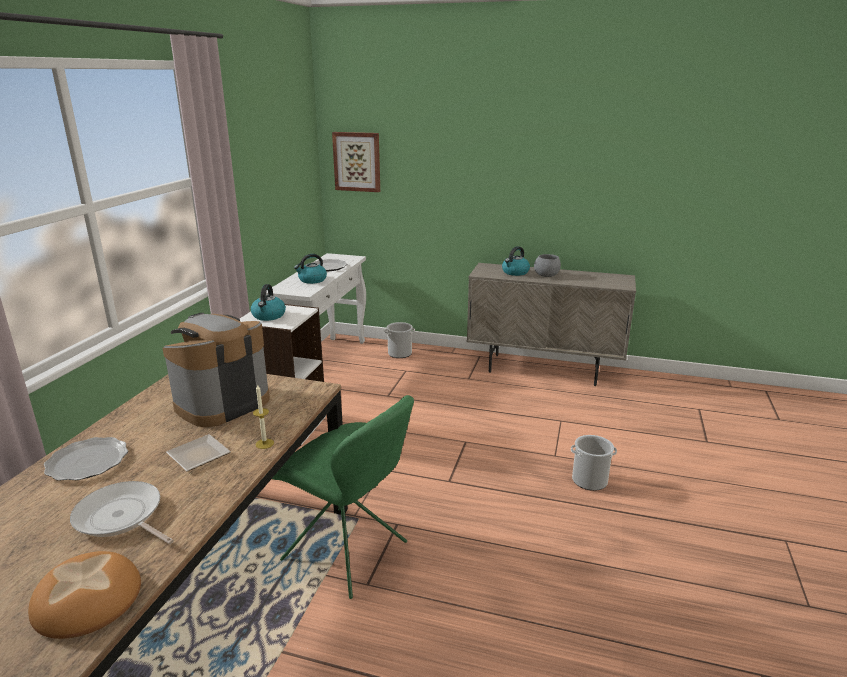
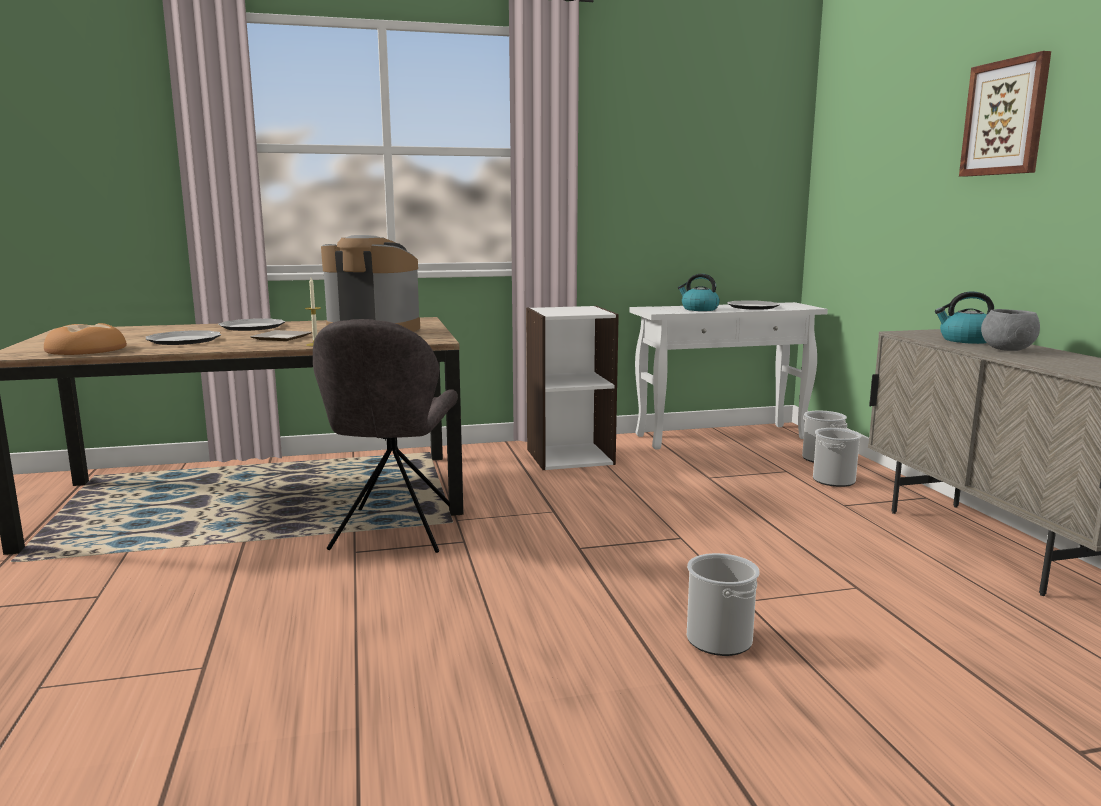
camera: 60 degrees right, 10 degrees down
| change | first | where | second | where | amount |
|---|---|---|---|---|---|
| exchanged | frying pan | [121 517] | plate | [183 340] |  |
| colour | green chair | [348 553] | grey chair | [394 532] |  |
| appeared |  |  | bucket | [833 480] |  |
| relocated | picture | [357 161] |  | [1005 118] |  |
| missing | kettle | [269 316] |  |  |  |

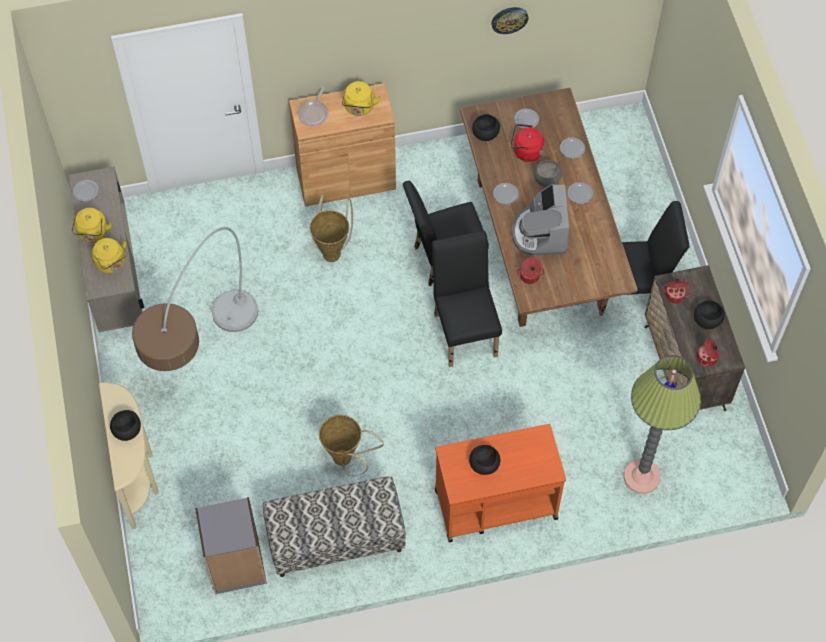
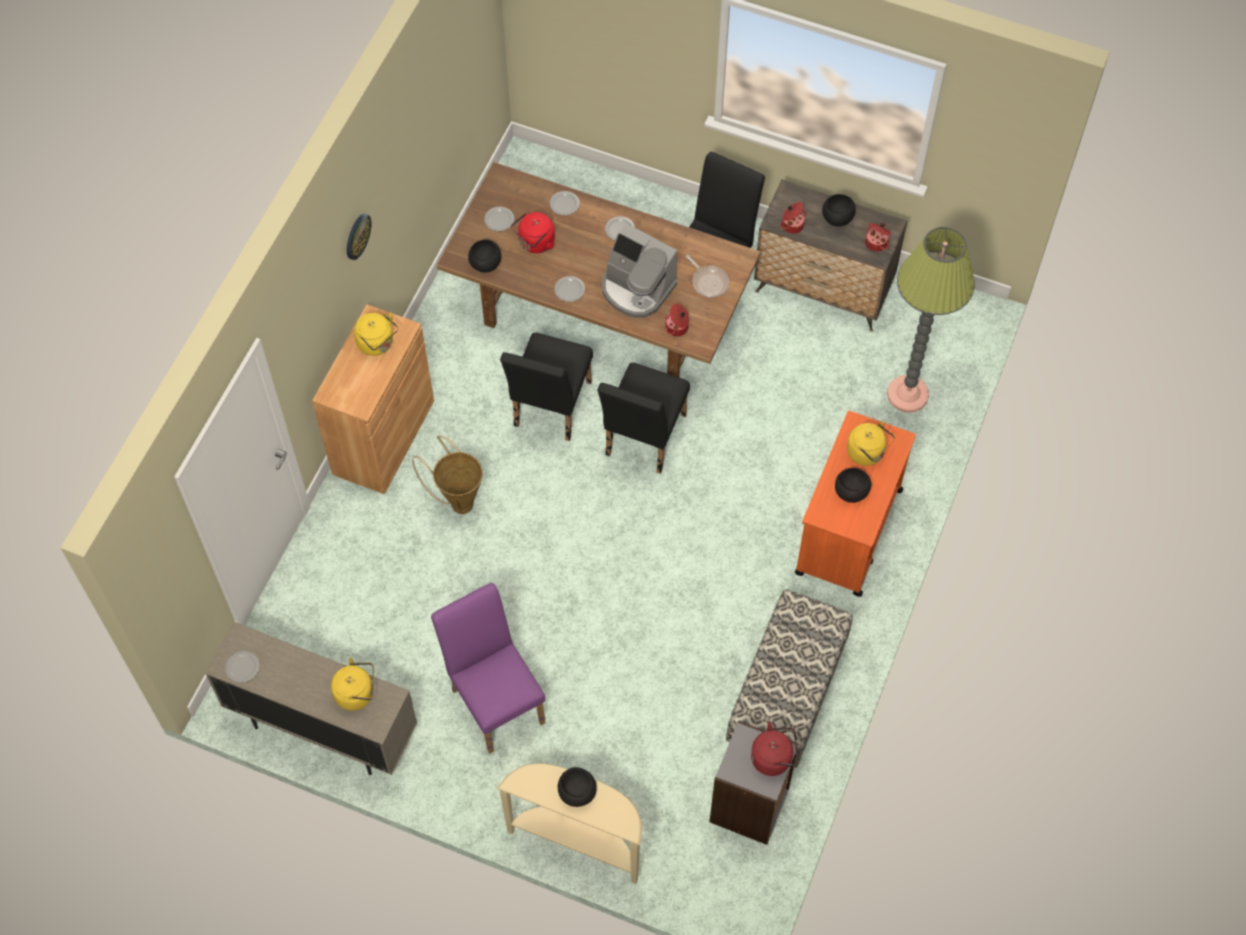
camera: 55 degrees left, 0 degrees up
| change | first | where | second | where | amount |
|---|---|---|---|---|---|
| relocated | wall clock | [509 19] |  | [357 236] |  |
| exchanged | floor lamp | [205 363] | purple chair | [495 699] |  |
| spun | black chair | [465 329] |  | [642 440] | 90 degrees counterclockwise |
| relocated | frying pan | [314 113] |  | [708 282] |  |
| appeared |  |  | red kettle | [774 758] |  |
| relocated | yellow kettle | [93 234] |  | [867 453] |  |
| missing | basket | [346 460] |  |  |  |
| missing | grey bowl | [546 179] |  |  |  |

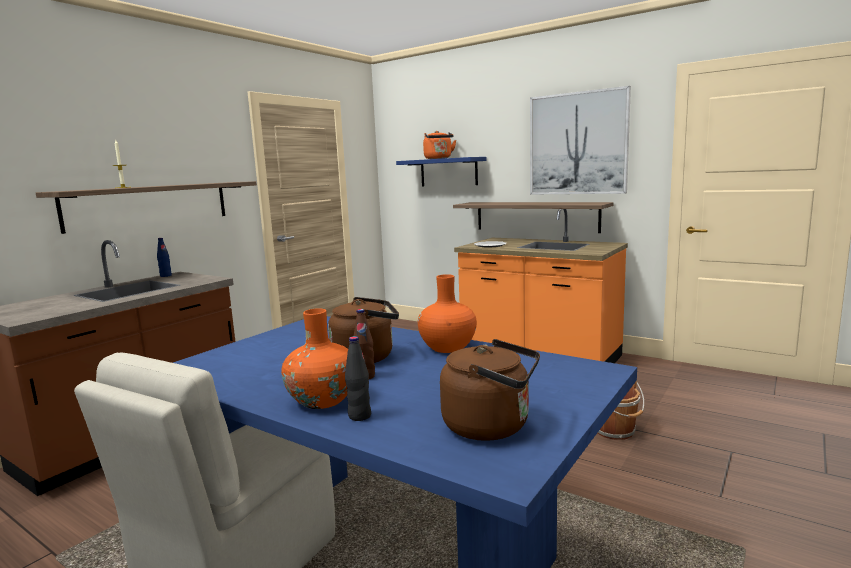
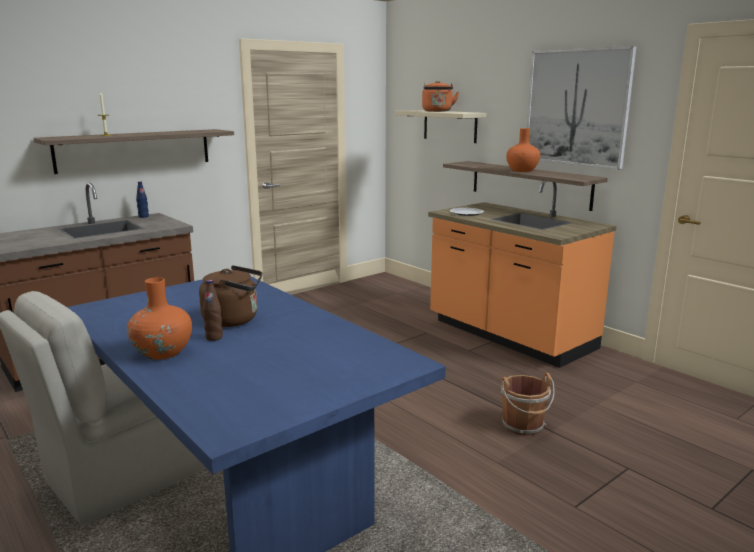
camera: 15 degrees right, 5 degrees up
| change | first | where | second | where | amount |
|---|---|---|---|---|---|
| colour | blue shelf | [448 172] | beige shelf | [450 126] |  |
| relocated | orange vase | [447 347] |  | [522 170] |  |
| missing | black bottle | [359 416] |  |  |  |
| missing | brown kettle | [491 426] |  |  |  |

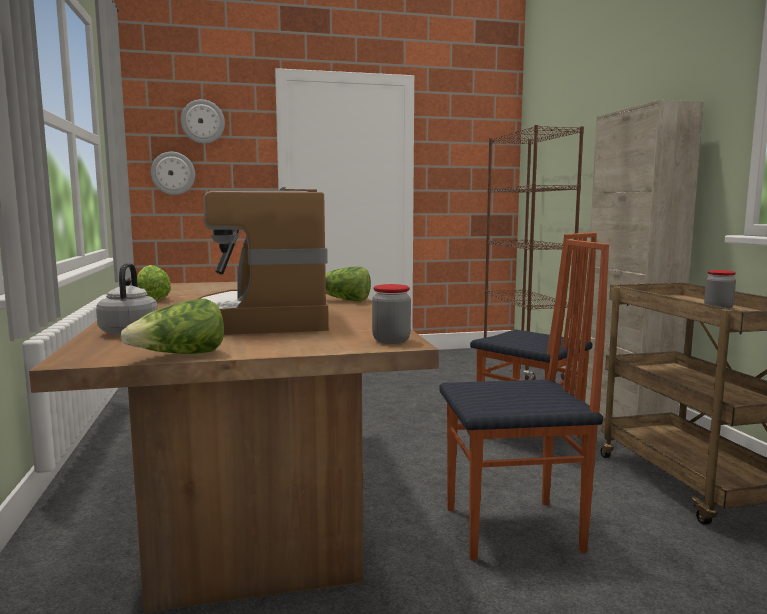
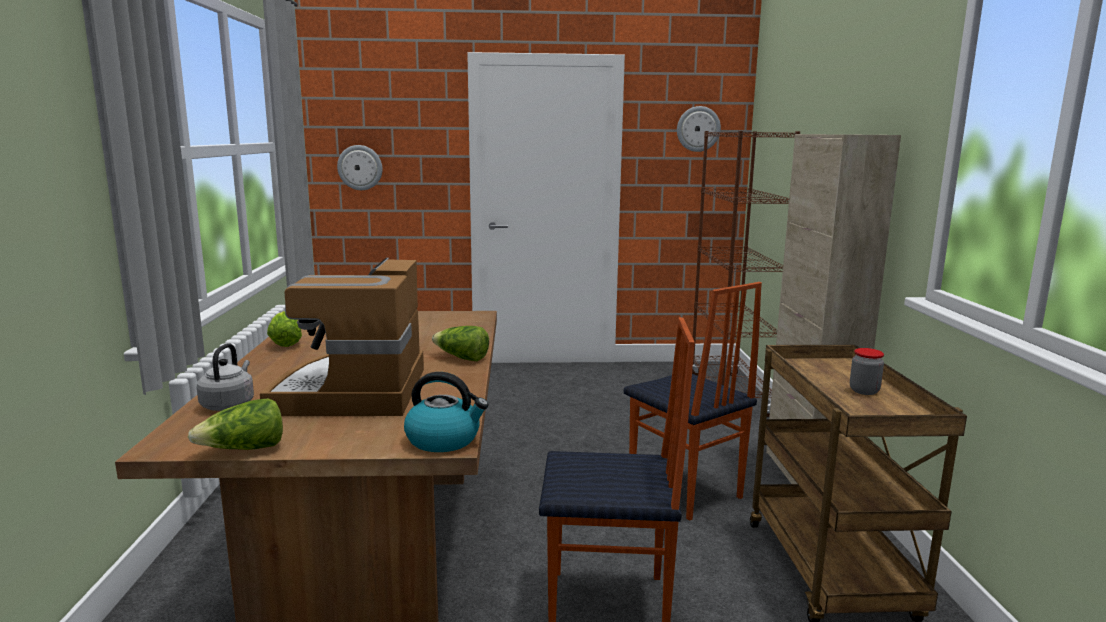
camera: 10 degrees right, 5 degrees up
| change | first | where | second | where | amount |
|---|---|---|---|---|---|
| exchanged | jar | [391 341] | kettle | [444 440] |  |
| relocated | wall clock | [203 121] |  | [698 129] |  |

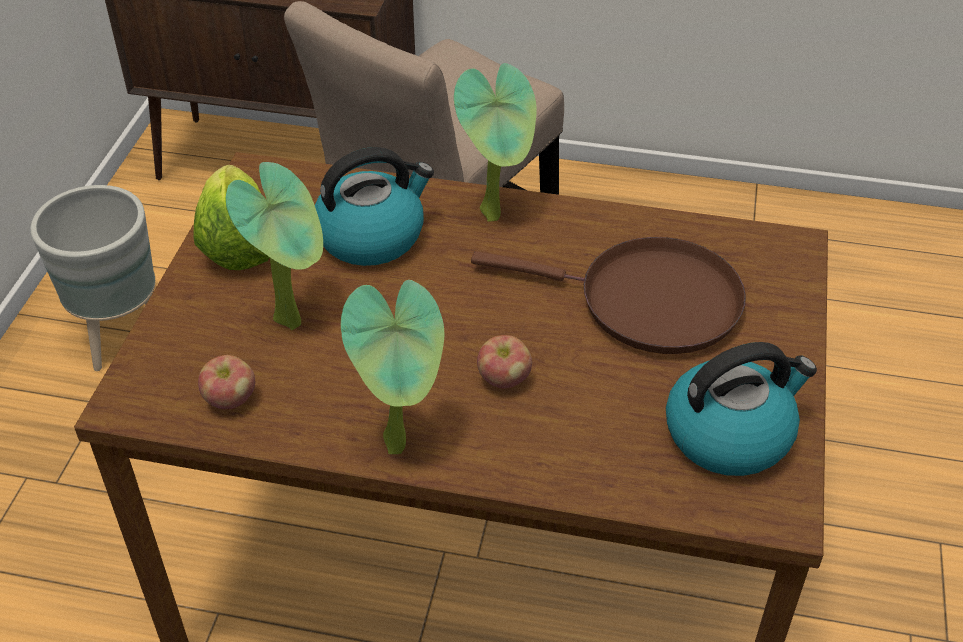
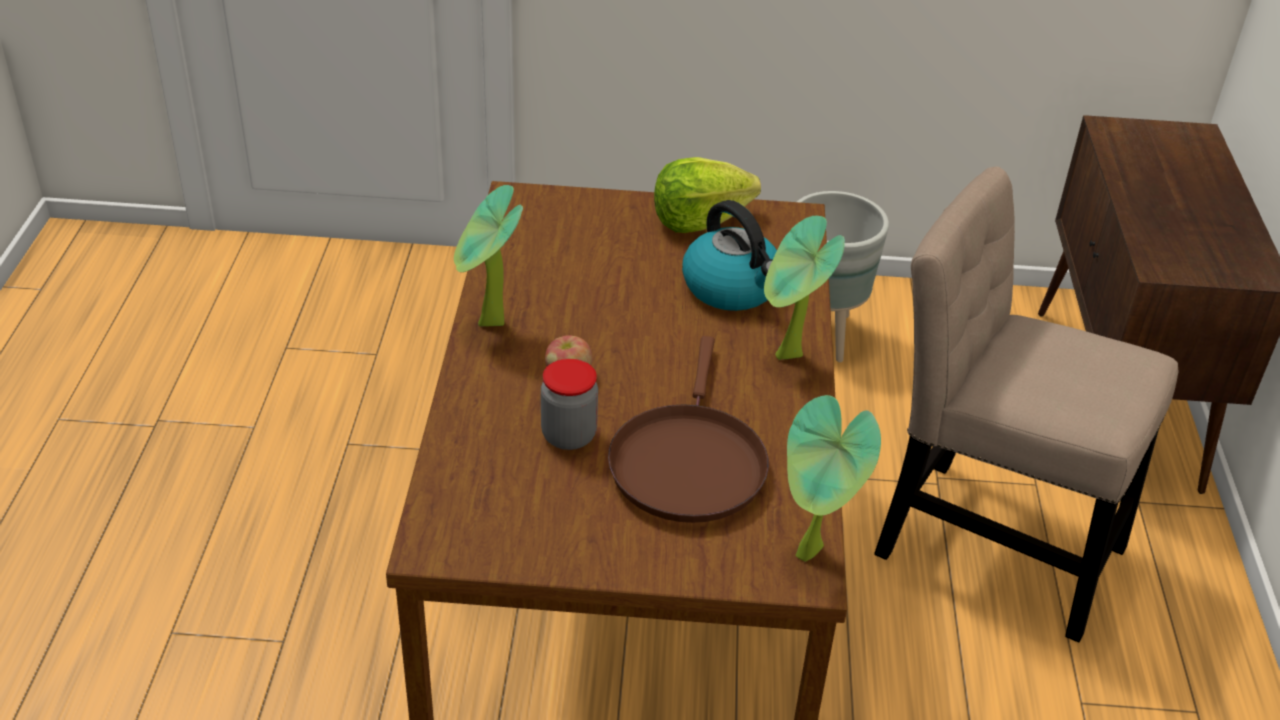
camera: 80 degrees right, 5 degrees down
| change | first | where | second | where | amount |
|---|---|---|---|---|---|
| appeared |  |  | jar | [569 436] |  |
| relocated | potted plant | [294 319] |  | [812 556] |  |
| missing | apple | [230 399] |  |  |  |
| missing | kettle | [730 434] |  |  |  |

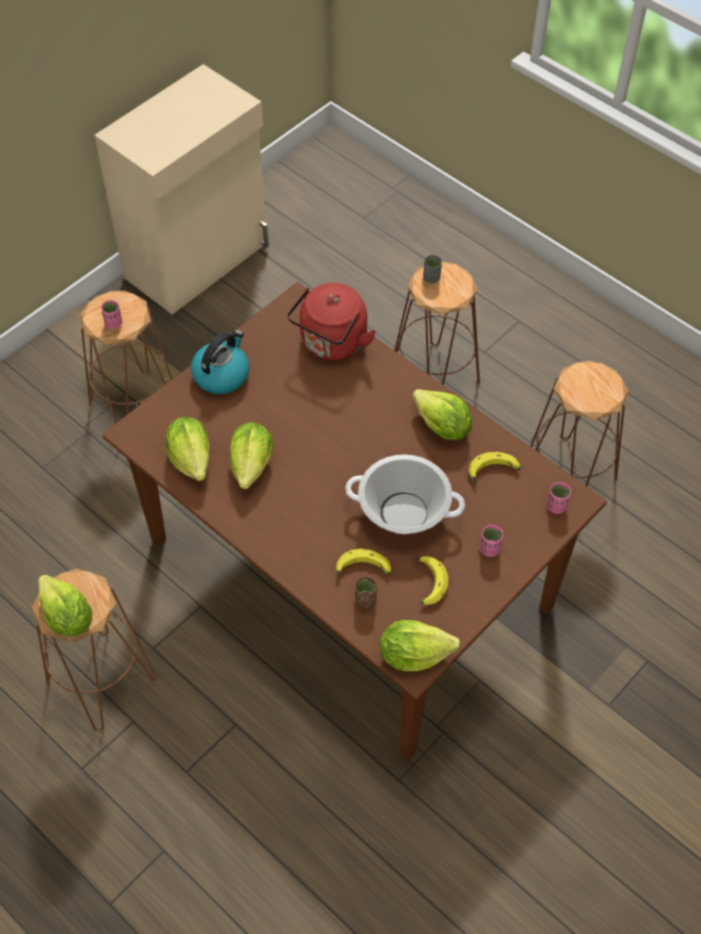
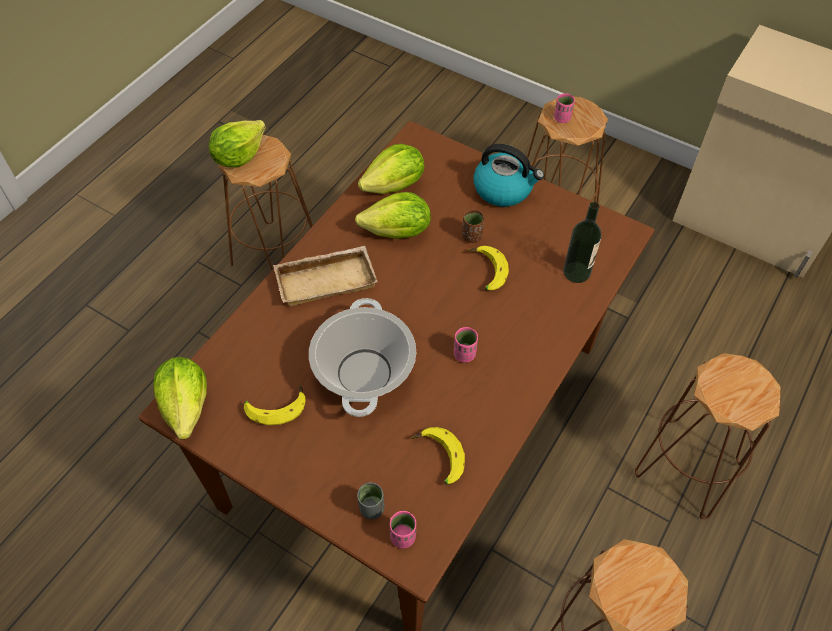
camera: 80 degrees right, 0 degrees up
| change | first | where | second | where | amount |
|---|---|---|---|---|---|
| appeared |  |  | beige tray | [327 278] |  |
| relocated | grey cup | [431 278] |  | [371 508] |  |
| relocated | pink cup | [489 549] |  | [464 354] |  |
| relocated | brown cup | [365 600] |  | [472 236] |  |
| relocated | banana | [362 572] |  | [485 272] |  |
| exchanged | red kettle | [331 344] | bottle | [576 272] |  |
| missing | lettuce | [442 427] |  |  |  |

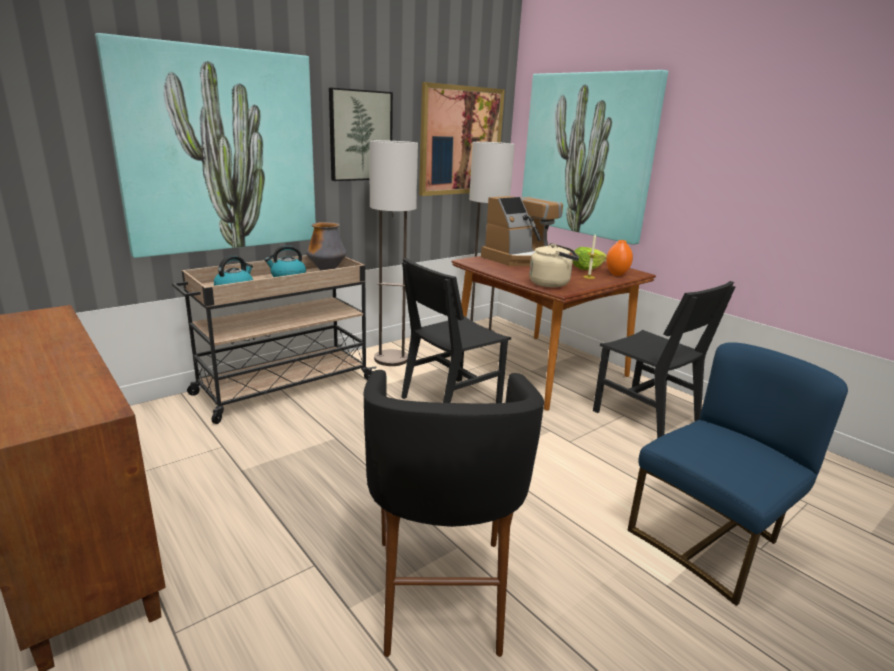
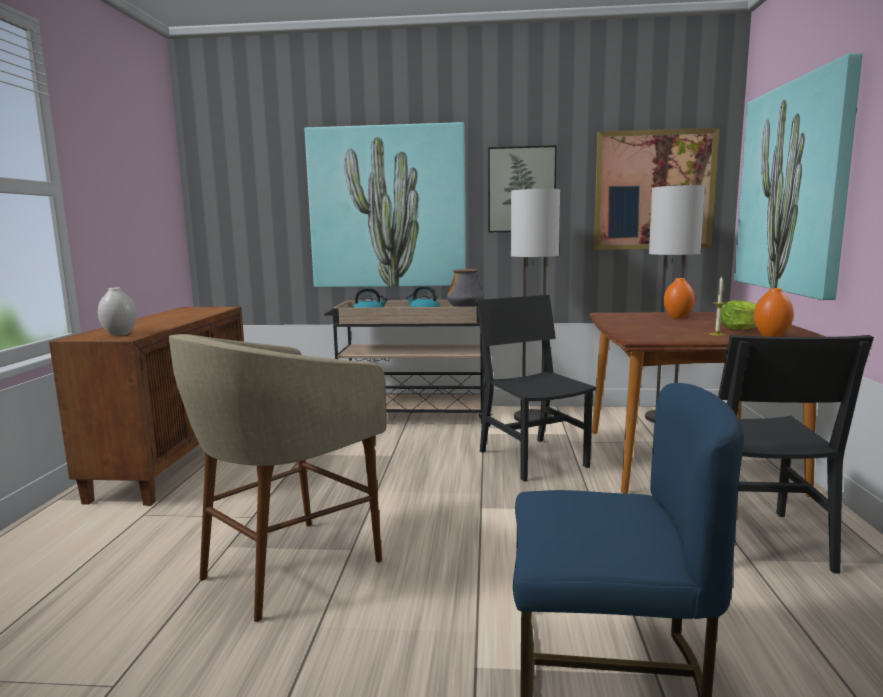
camera: 45 degrees right, 10 degrees down
| change | first | where | second | where | amount |
|---|---|---|---|---|---|
| appeared |  |  | white vase | [120 334] |  |
| colour | black stool | [441 593] | beige stool | [289 568] |  |
| spun | black chair | [451 400] |  | [533 458] | 60 degrees clockwise |
| exchanged | coffee machine | [523 259] | orange vase | [678 317] |  |
| missing | beige kettle | [552 283] |  |  |  |

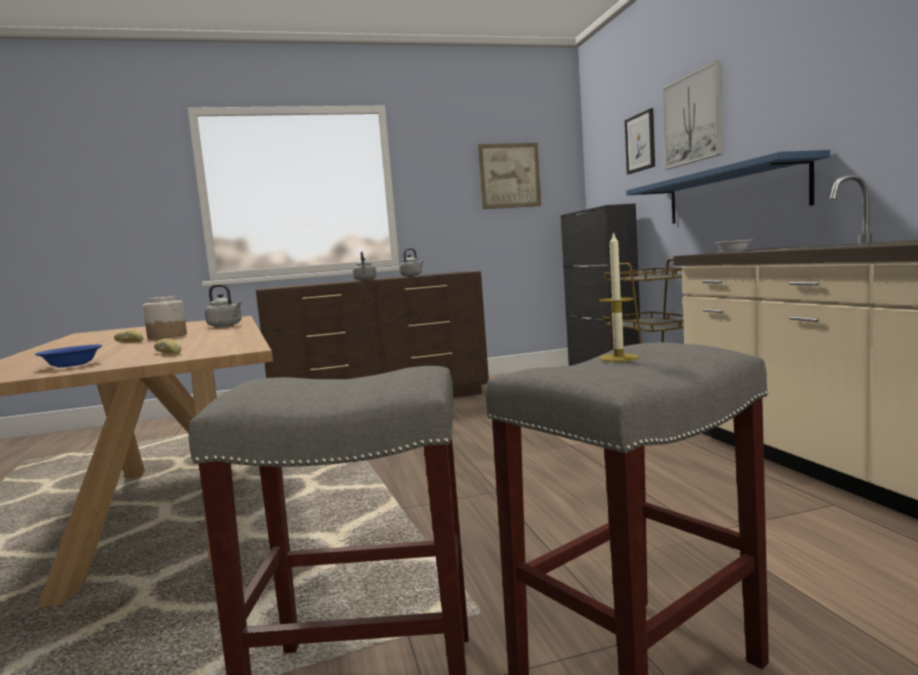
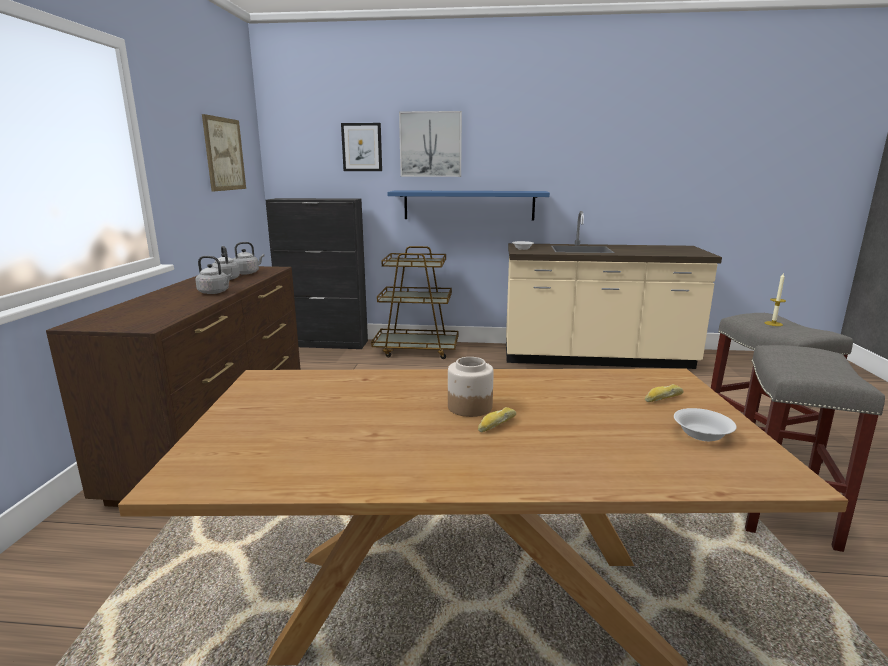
camera: 70 degrees left, 10 degrees up
| change | first | where | second | where | amount |
|---|---|---|---|---|---|
| relocated | grey kettle | [226 326] |  | [247 273] |  |
| colour | blue bowl | [72 365] | white bowl | [702 434] |  |

